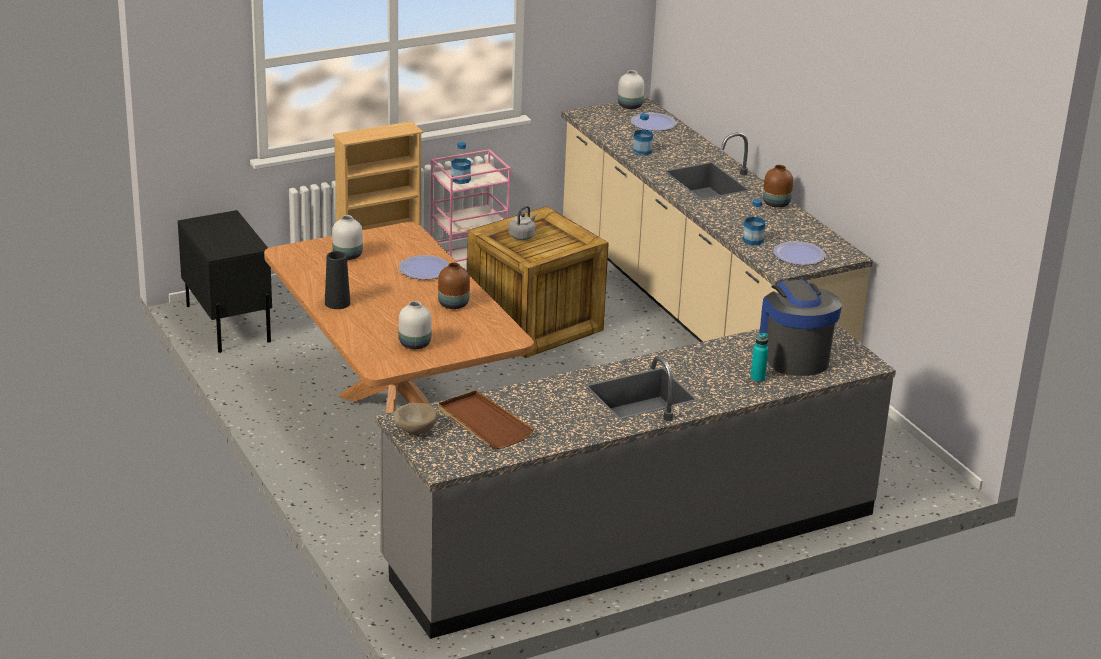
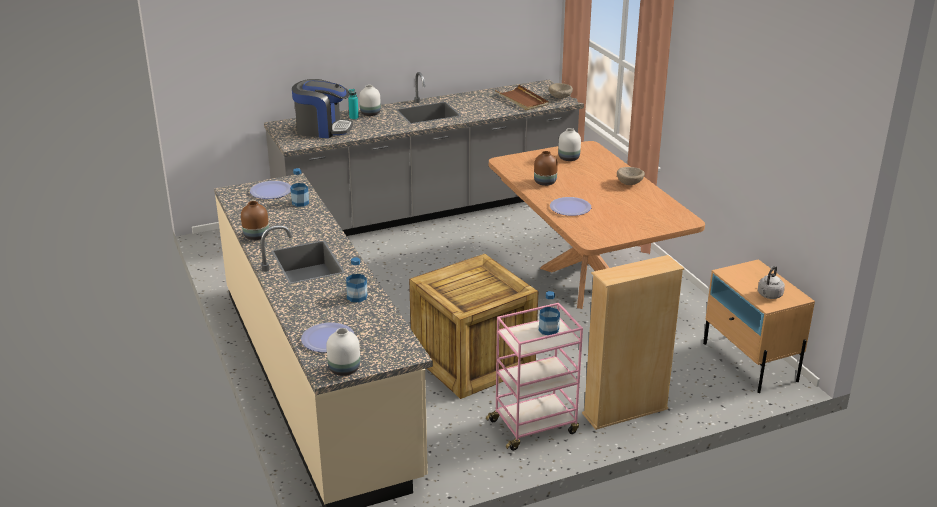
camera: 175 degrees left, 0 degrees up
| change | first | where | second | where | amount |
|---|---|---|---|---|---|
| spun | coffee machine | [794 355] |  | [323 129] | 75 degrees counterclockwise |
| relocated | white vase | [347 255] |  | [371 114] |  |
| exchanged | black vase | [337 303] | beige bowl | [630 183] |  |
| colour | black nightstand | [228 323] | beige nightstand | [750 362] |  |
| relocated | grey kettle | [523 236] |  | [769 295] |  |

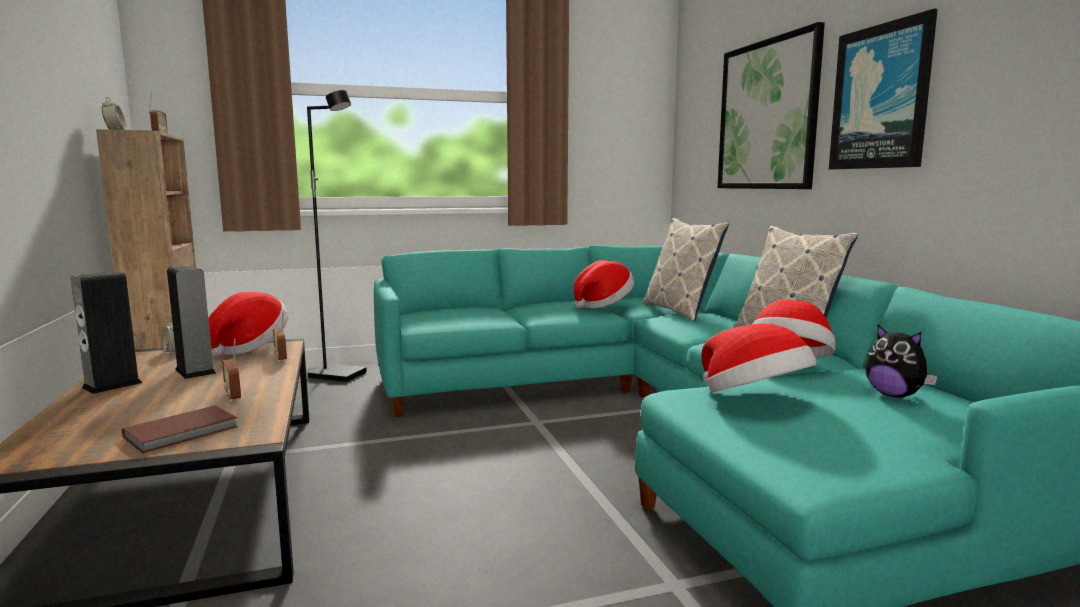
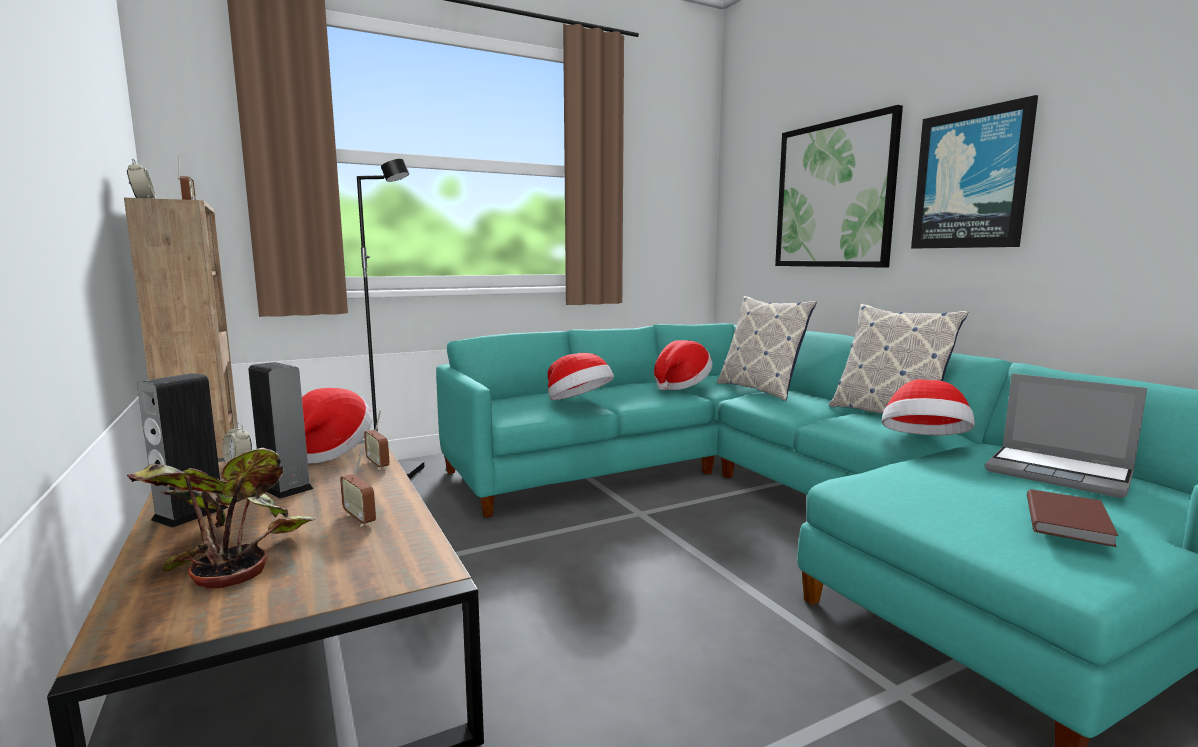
camera: 10 degrees left, 0 degrees up
| change | first | where | second | where | amount |
|---|---|---|---|---|---|
| appeared |  |  | potted plant | [227 555] |  |
| relocated | hat | [754 400] |  | [579 403] |  |
| exchanged | plush toy | [894 395] | laptop | [1060 473] |  |
| relocated | brown book | [184 432] |  | [1070 520] |  |

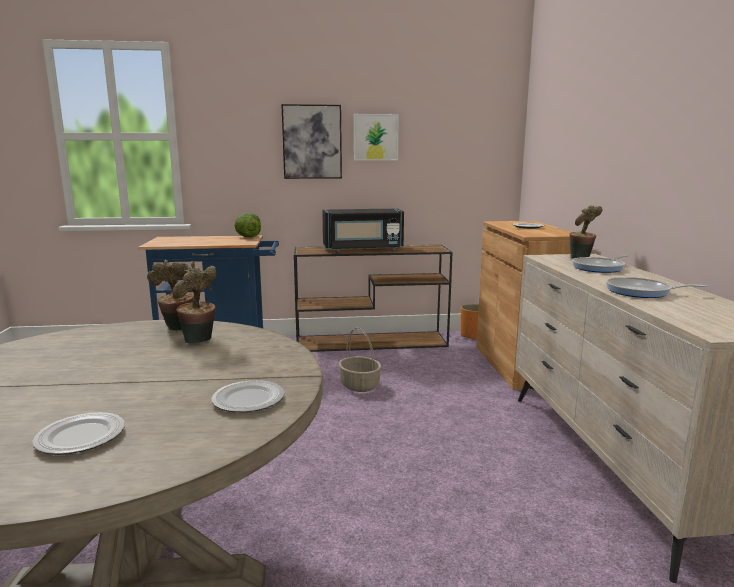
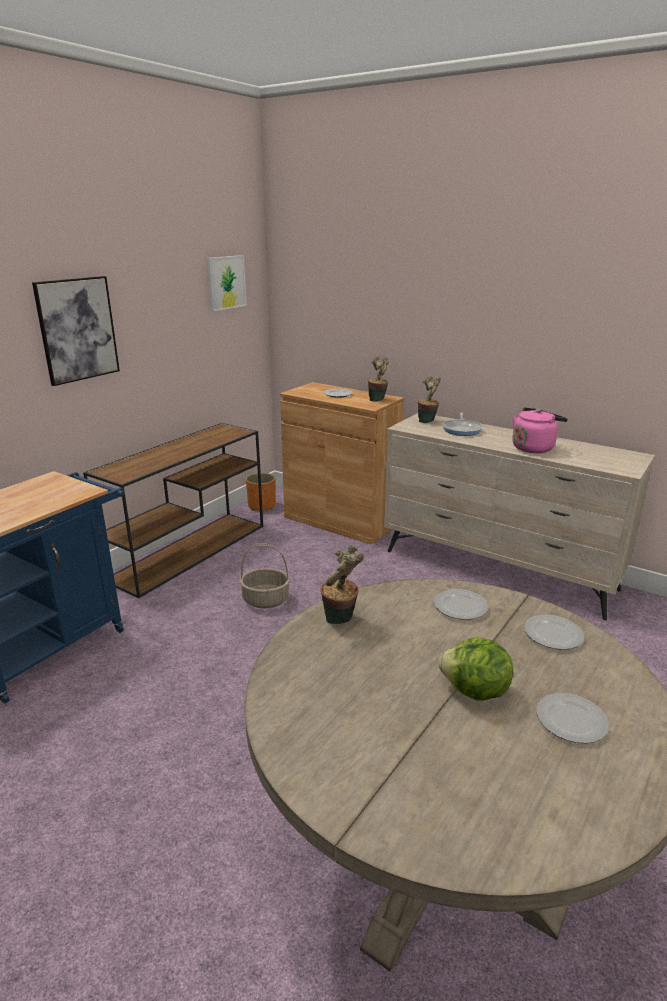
camera: 50 degrees left, 10 degrees up
| change | first | where | second | where | amount |
|---|---|---|---|---|---|
| relocated | picture | [376 137] |  | [226 282] |  |
| relocated | potted plant | [199 341] |  | [378 400] |  |
| appeared |  |  | plate | [460 607] |  |
| relocated | lettuce | [248 237] |  | [475 691] |  |
| exchanged | frying pan | [642 292] | pink kettle | [534 448] |  |
| missing | black microwave | [363 249] |  |  |  |

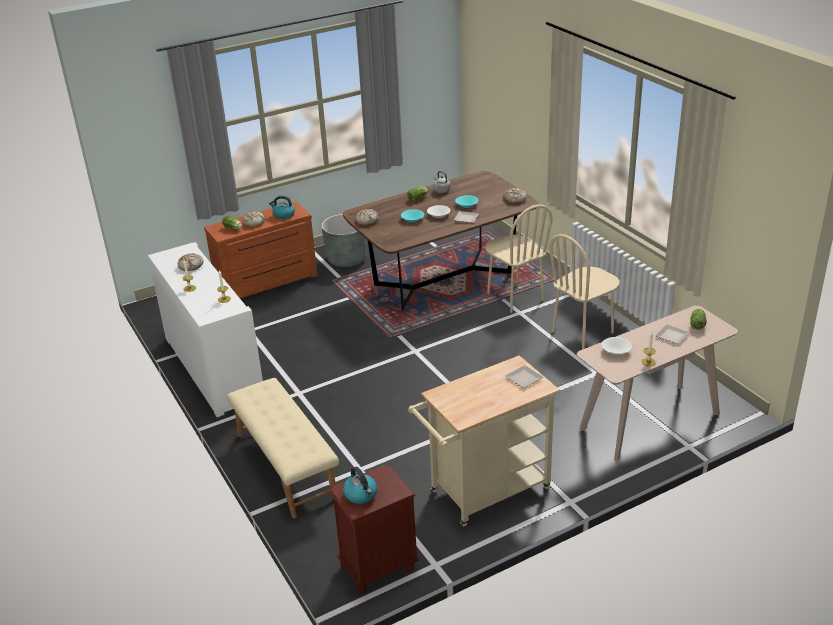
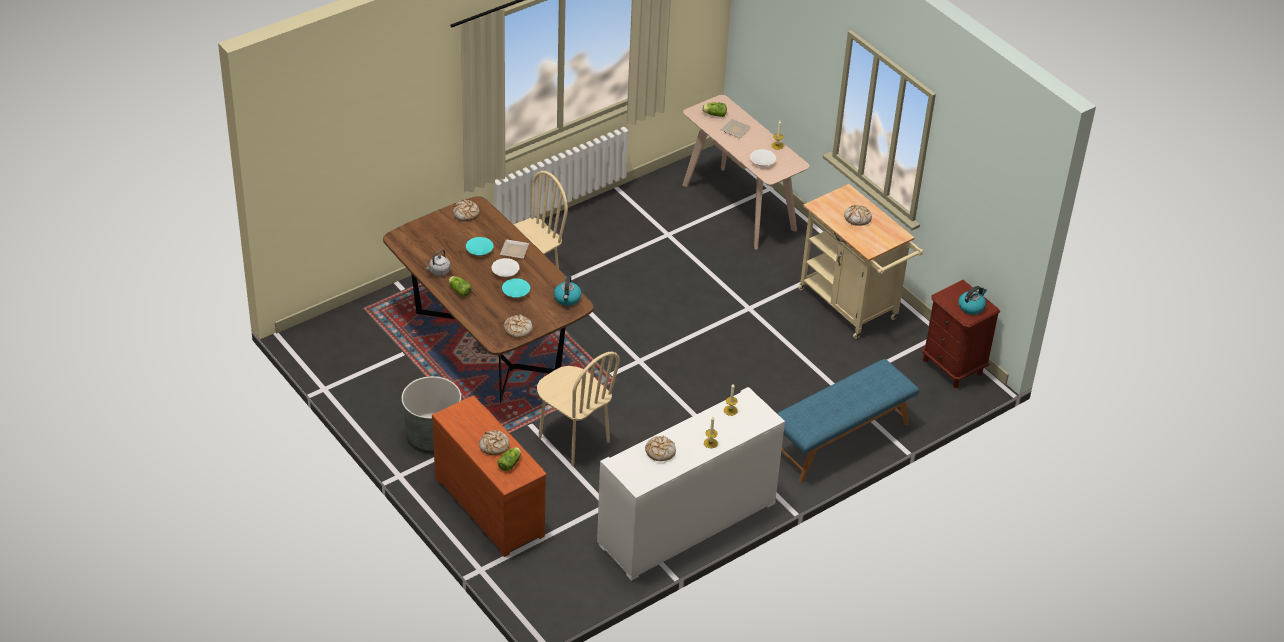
camera: 100 degrees left, 10 degrees up
| change | first | where | second | where | amount |
|---|---|---|---|---|---|
| relocated | beige chair | [583 332] |  | [573 440] |  |
| relocated | kettle | [283 215] |  | [567 299] |  |
| colour | beige bench | [285 466] | blue bench | [841 439] |  |
| appeared |  |  | bread | [857 218] |  |
| missing | plate | [525 378] |  |  |  |

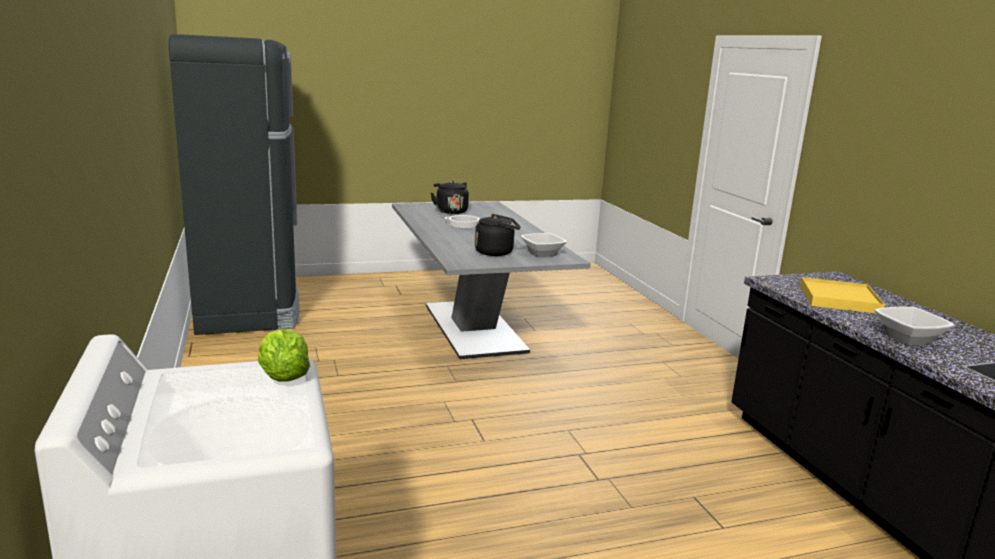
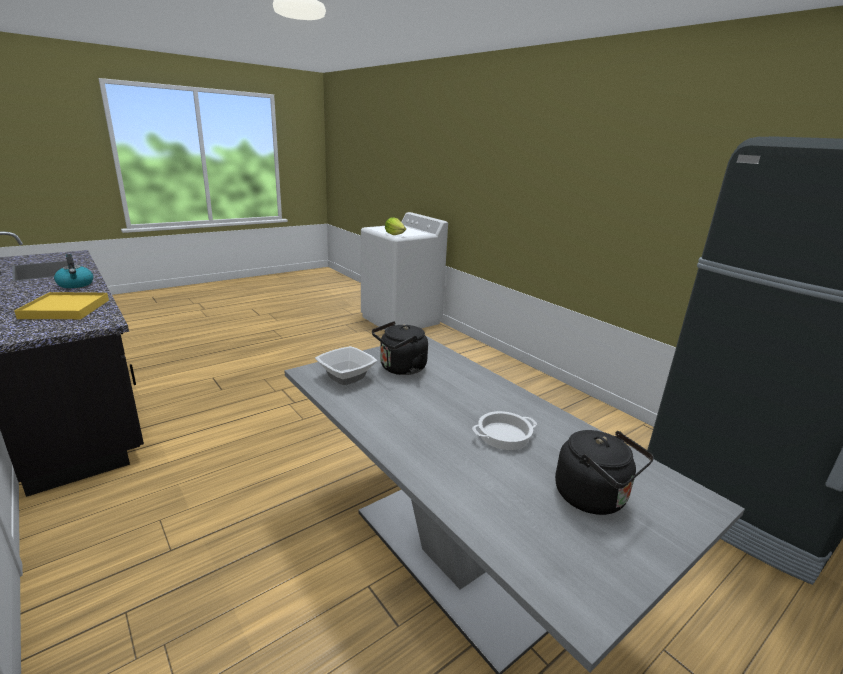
camera: 160 degrees right, 5 degrees up
| change | first | where | second | where | amount |
|---|---|---|---|---|---|
| exchanged | bowl | [907 339] | kettle | [76 284] |  |

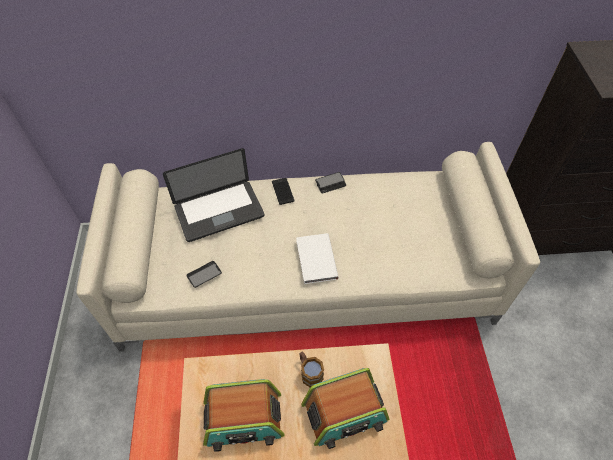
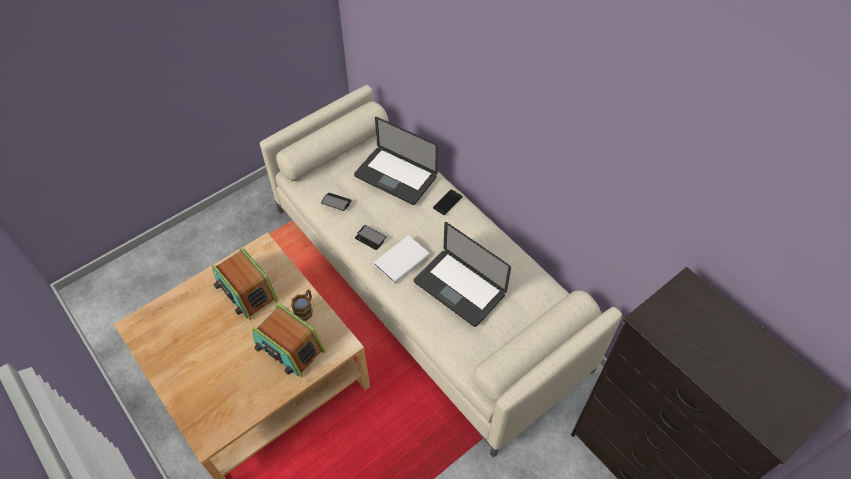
camera: 55 degrees right, 0 degrees up
| change | first | where | second | where | amount |
|---|---|---|---|---|---|
| relocated | phone | [330 183] |  | [370 238] |  |
| appeared |  |  | laptop | [459 288] |  |

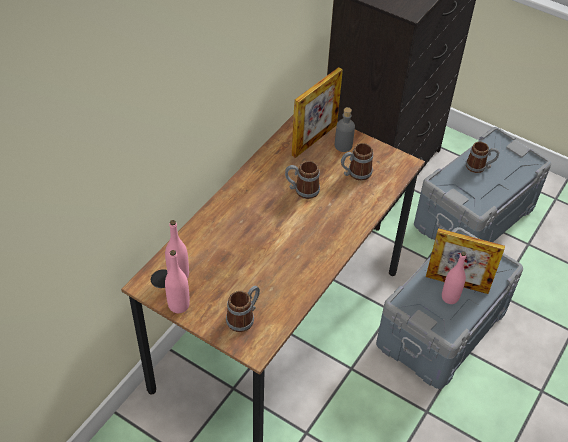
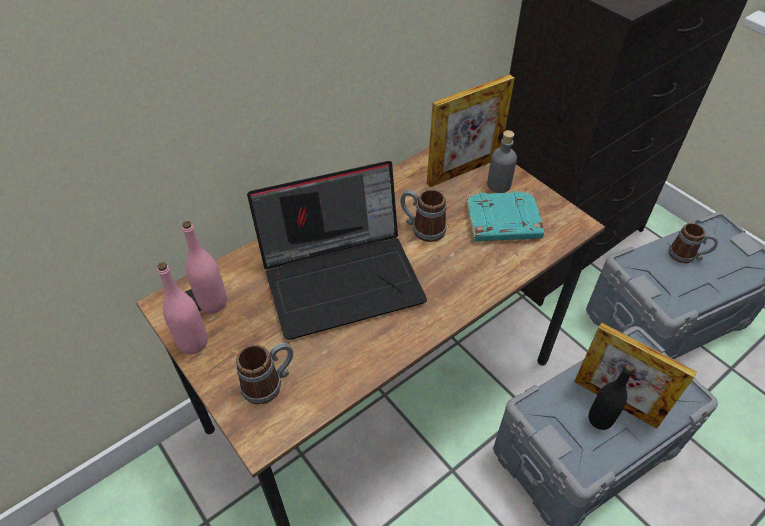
camera: 20 degrees right, 0 degrees up
| change | first | where | second | where | amount |
|---|---|---|---|---|---|
| appeared |  |  | laptop | [343 277] |  |
| exchanged | mug | [355 173] | turquoise book | [502 222] |  |
| colour | pink bottle | [450 297] | black bottle | [600 419] |  |

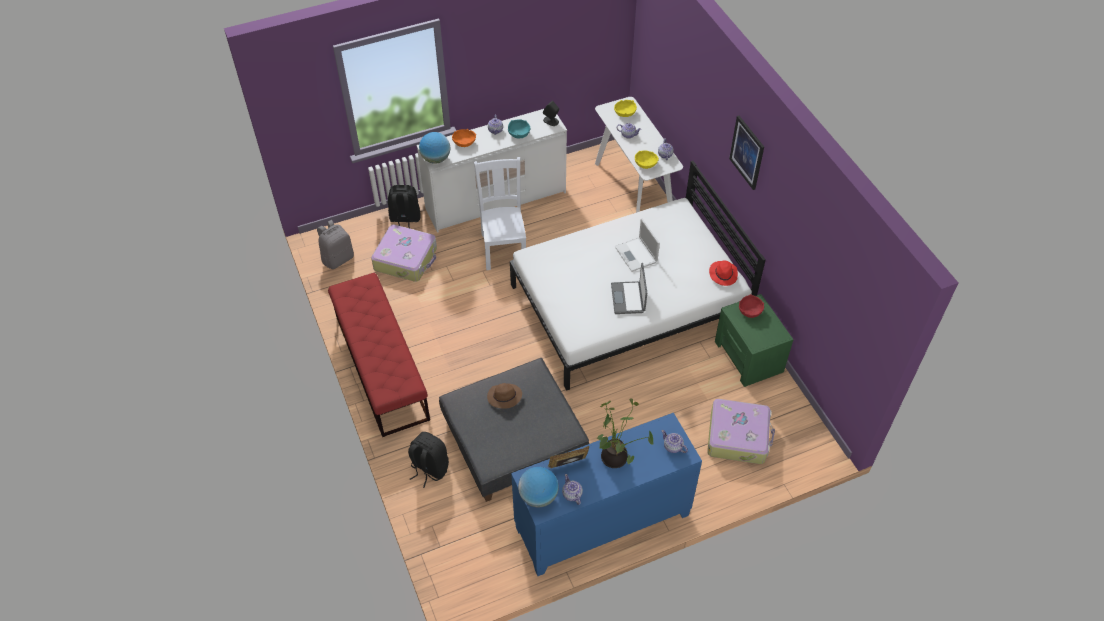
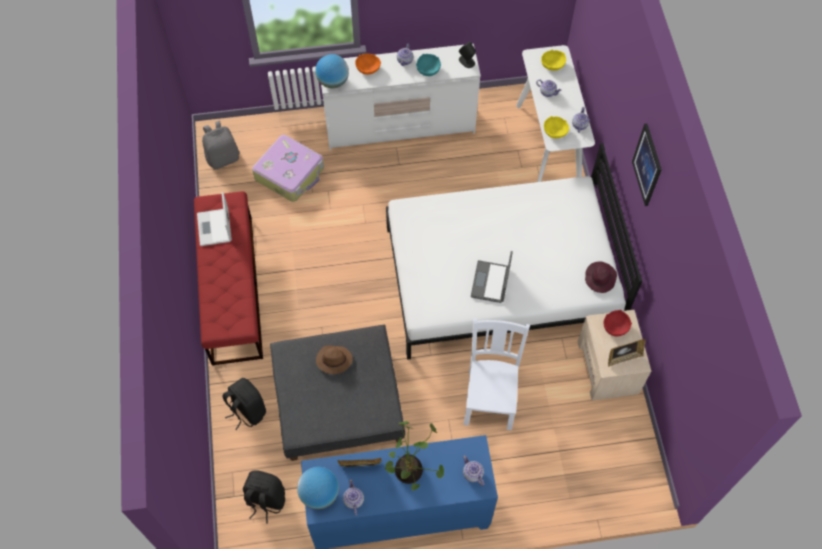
camera: 15 degrees right, 10 degrees up
| change | first | where | second | where | amount |
|---|---|---|---|---|---|
| relocated | laptop | [636 255] |  | [214 228] |  |
| relocated | black backpack | [405 219] |  | [265 500] |  |
| relocated | white chair | [504 248] |  | [490 398] |  |
| colour | green nightstand | [748 357] | beige nightstand | [607 367] |  |
| colour | red hat | [723 274] | purple hat | [600 277] |  |
| appeared |  |  | picture frame | [623 358] |  |
| missing | suitcase | [738 436] |  |  |  |

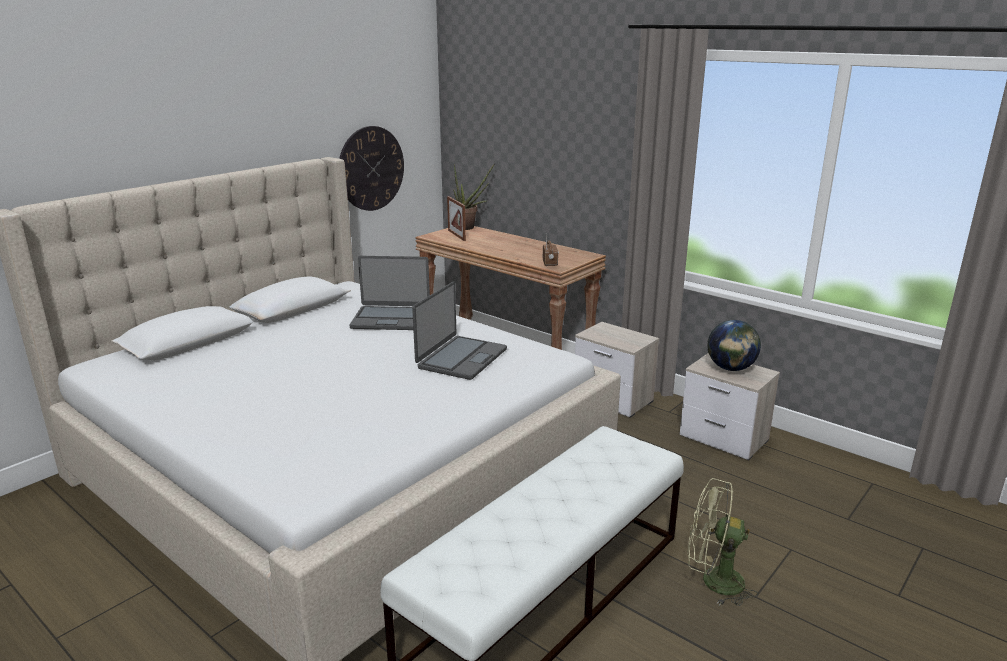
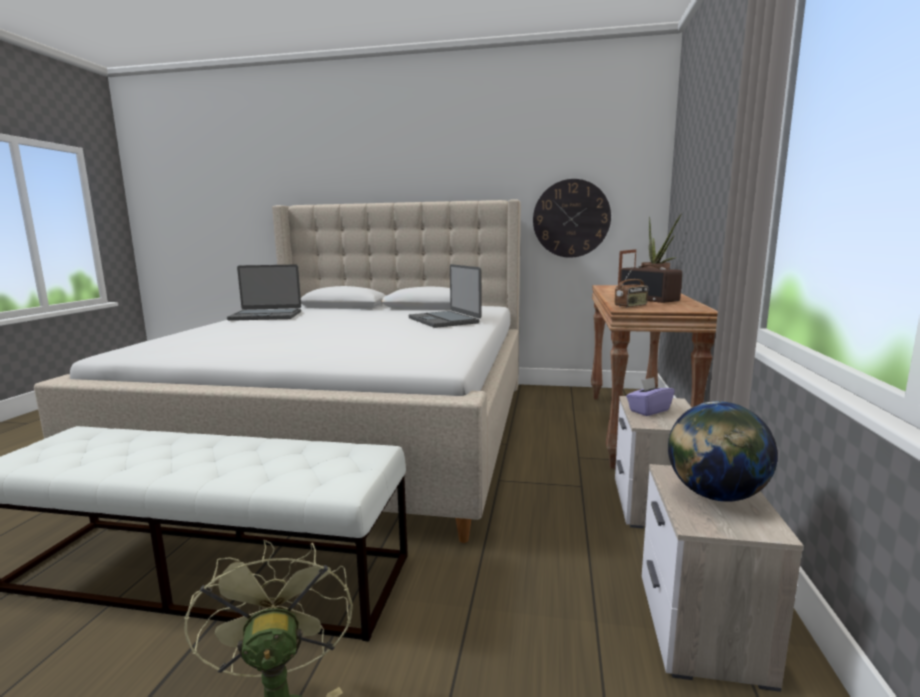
camera: 60 degrees right, 10 degrees down
| change | first | where | second | where | amount |
|---|---|---|---|---|---|
| relocated | laptop | [461 358] |  | [266 316] |  |
| appeared |  |  | radio | [649 299] |  |
| appeared |  |  | purple tissue box | [648 410] |  |

